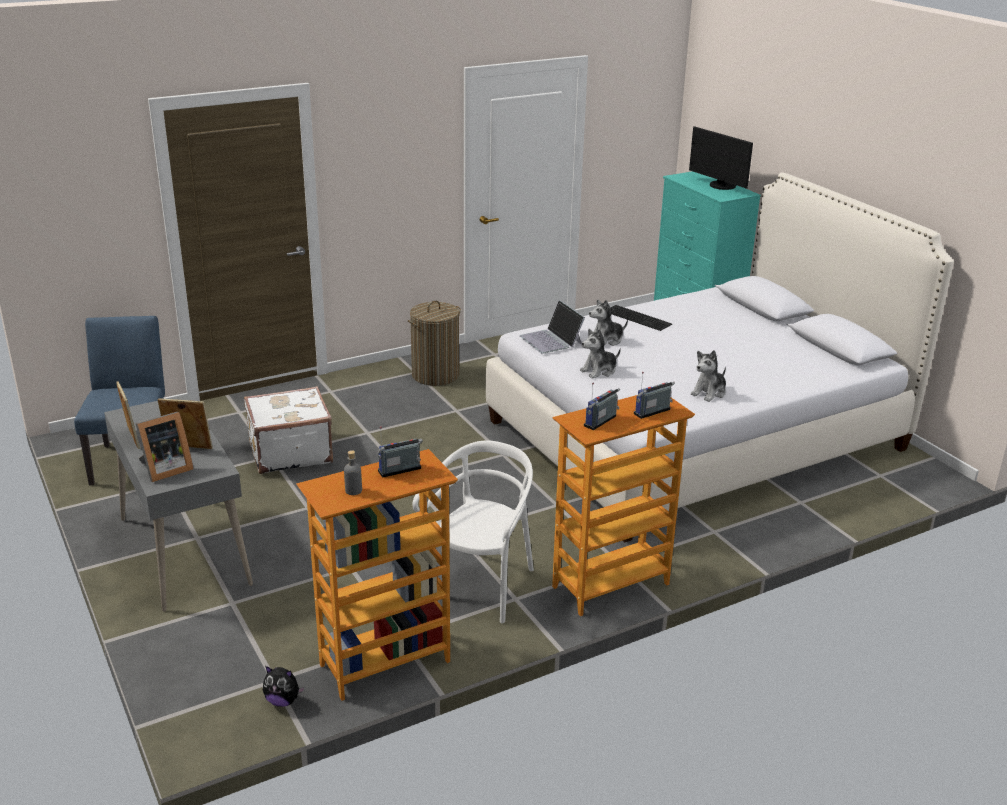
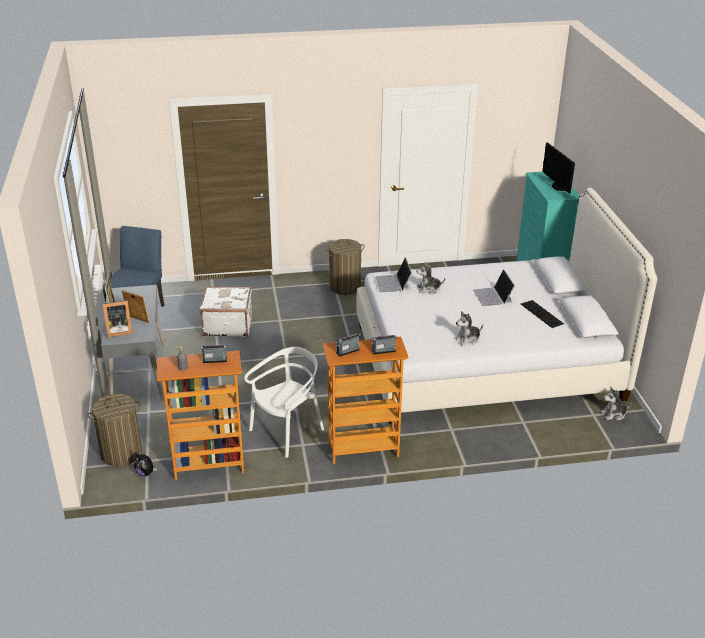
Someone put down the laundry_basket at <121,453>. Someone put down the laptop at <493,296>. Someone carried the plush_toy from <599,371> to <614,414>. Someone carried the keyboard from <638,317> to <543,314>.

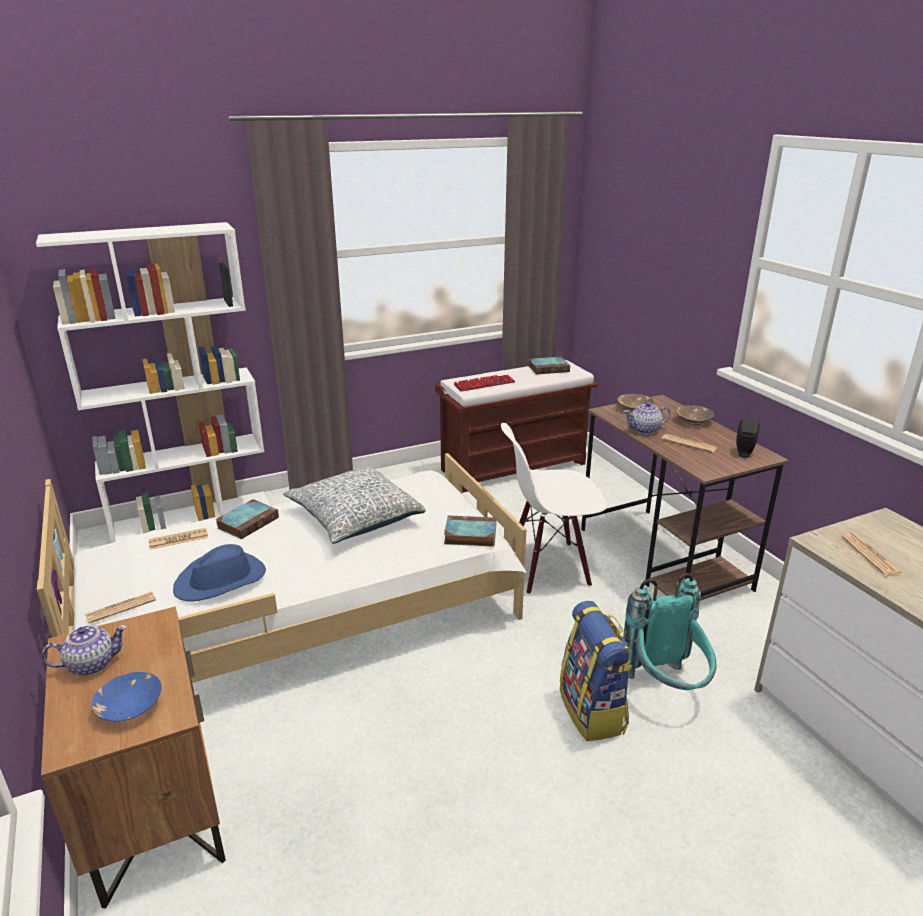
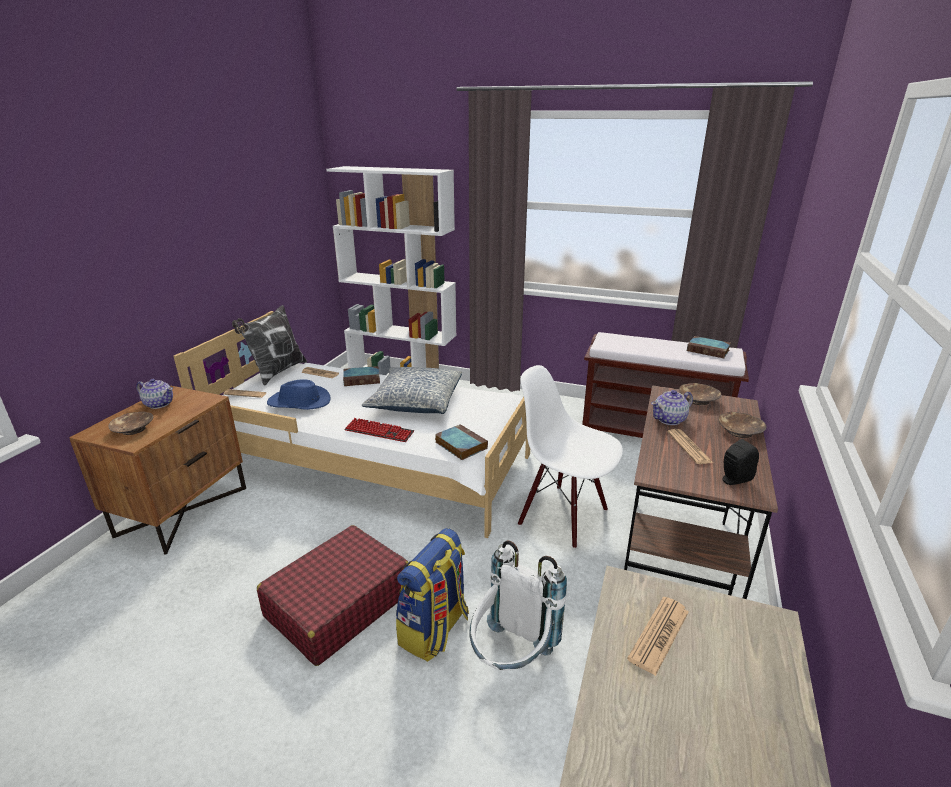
Someone put down the pillow at <277,372>. Someone put down the red_suitcase at <338,605>. Someone carried the keyboard from <484,384> to <379,431>. Someone repainted the blue_bowl at <129,706>, which became the brown_bowl at <134,429>. Someone repainted the turquoise_backpack at <666,688>, which became the white_backpack at <511,659>. Someone rotated the teapot at <645,430> by 60 degrees counterclockwise.

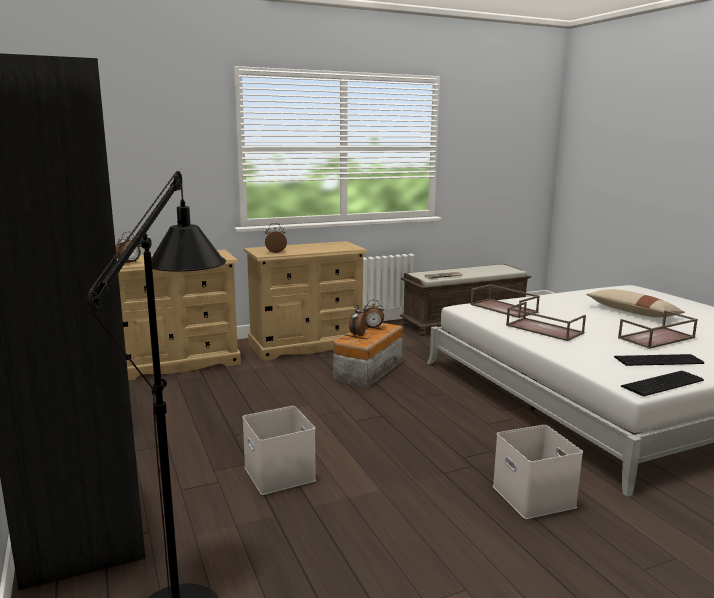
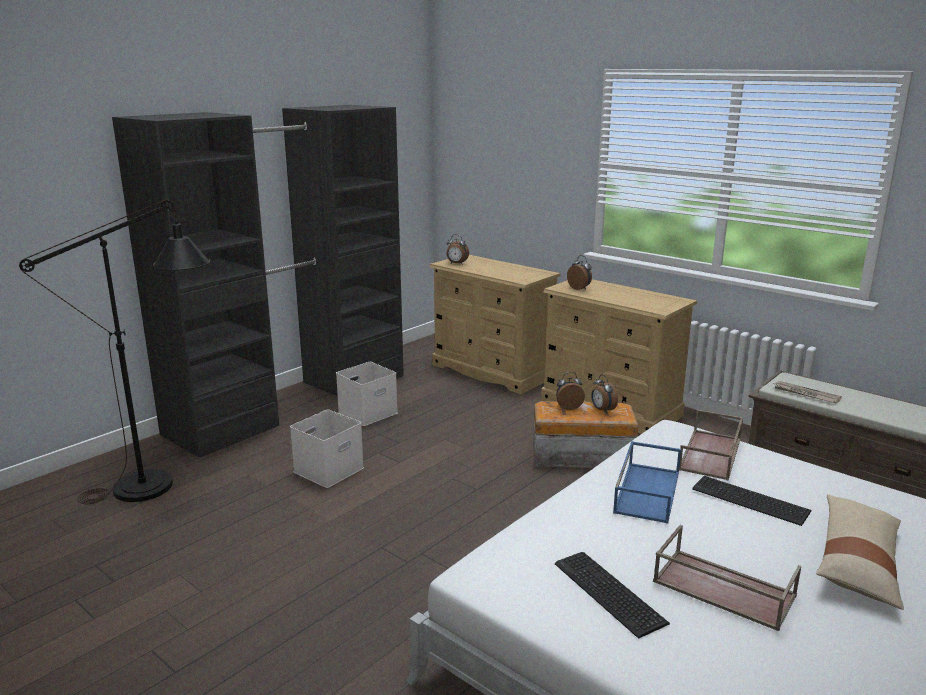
Someone carried the white_storage_box from <531,496> to <368,412>. Someone carried the keyboard from <665,384> to <750,501>. Someone repainted the brown_tray at <543,329>, which became the blue_tray at <646,491>.

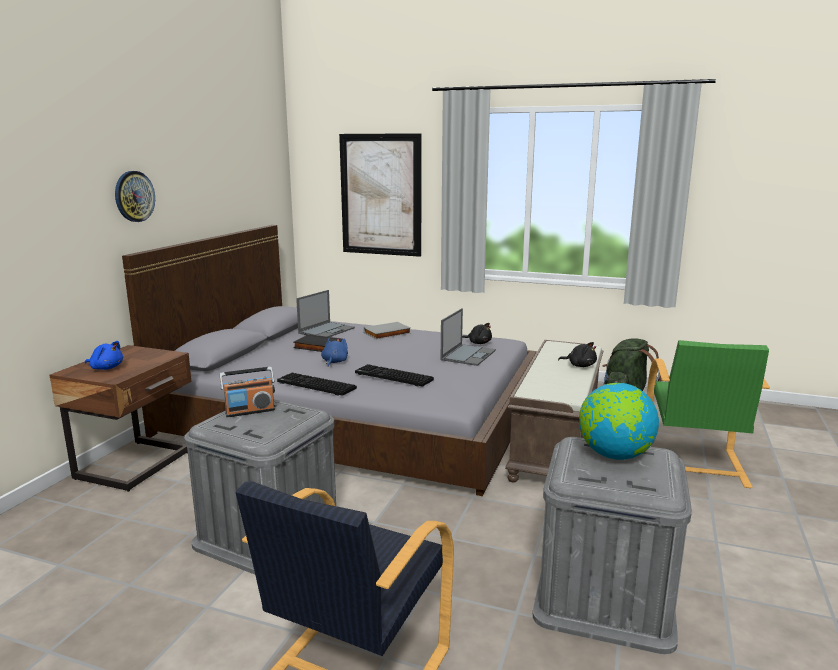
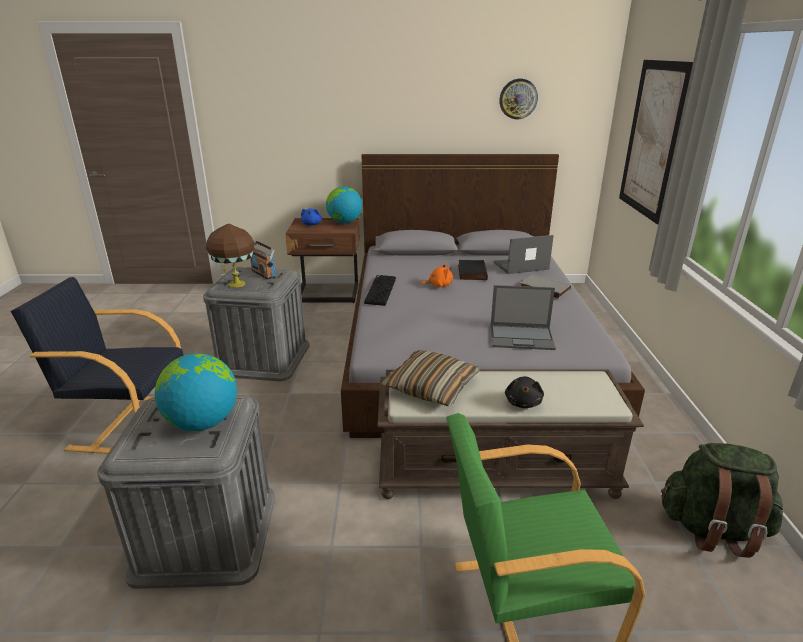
Someone took away the keyboard at <392,377>. Someone took away the black_plush_toy at <478,343>. Someone put down the brown_table_lamp at <236,284>. Someone put down the globe at <344,222>. Someone put down the pillow at <431,387>. Someone carried the wall_clock from <134,196> to <518,99>. Someone repainted the blue_plush_toy at <334,362>, which became the orange_plush_toy at <439,285>. Someone rotated the laptop at <327,330> by 150 degrees clockwise.

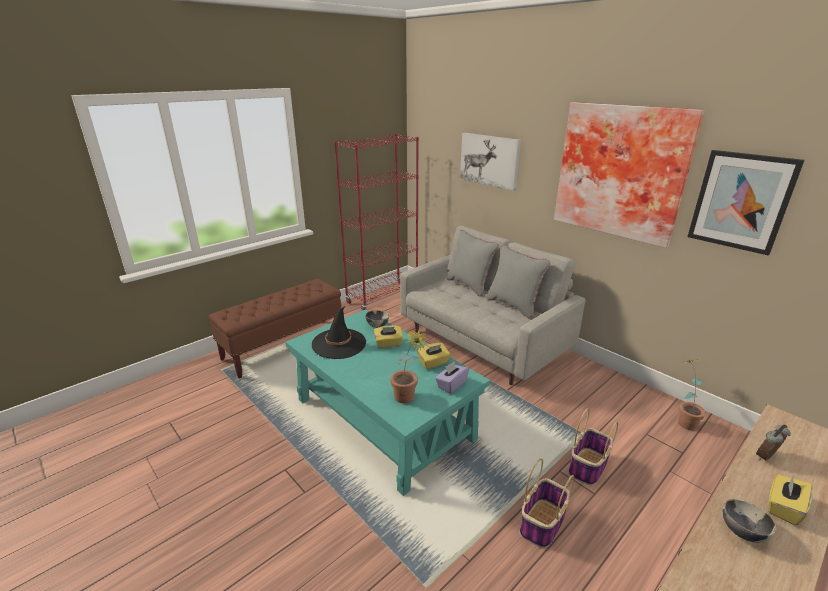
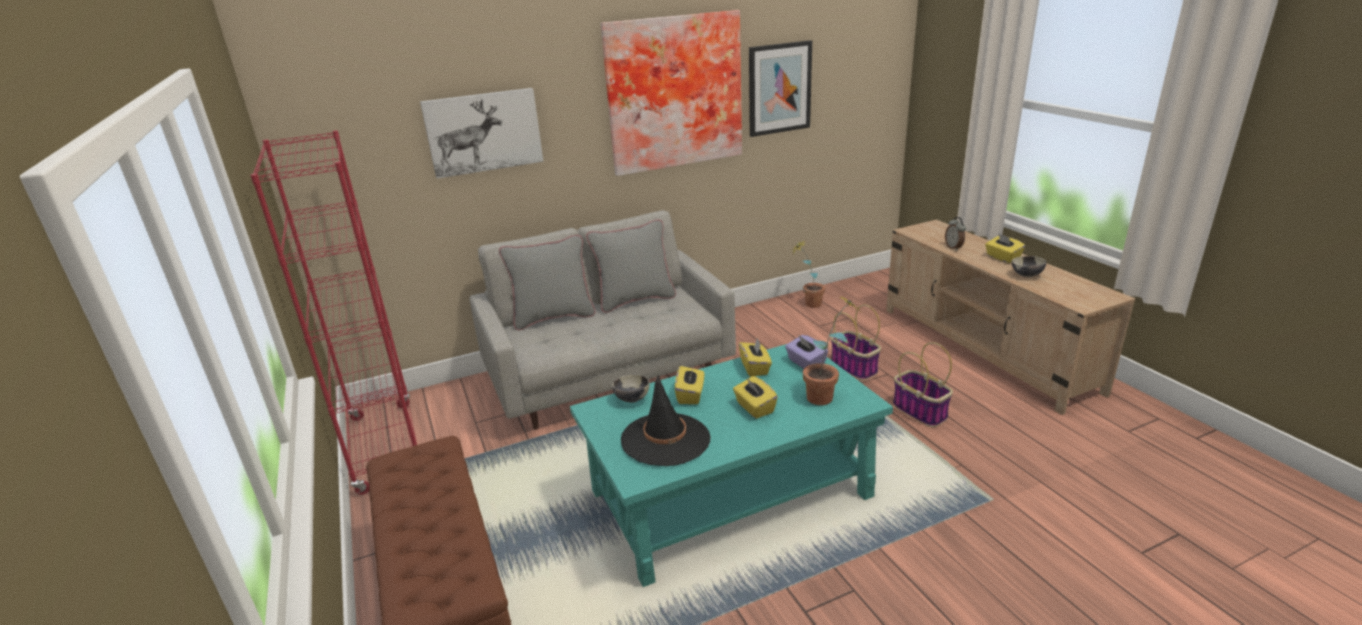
Someone put down the yellow_tissue_box at <754,408>.

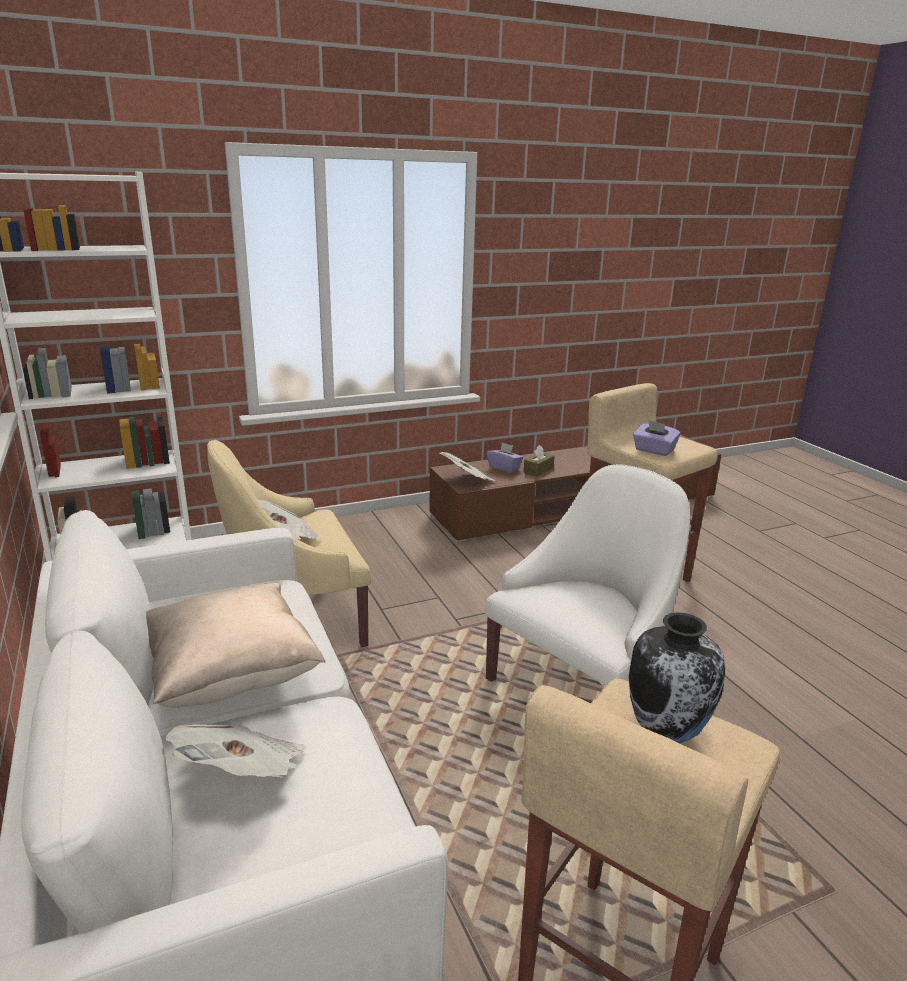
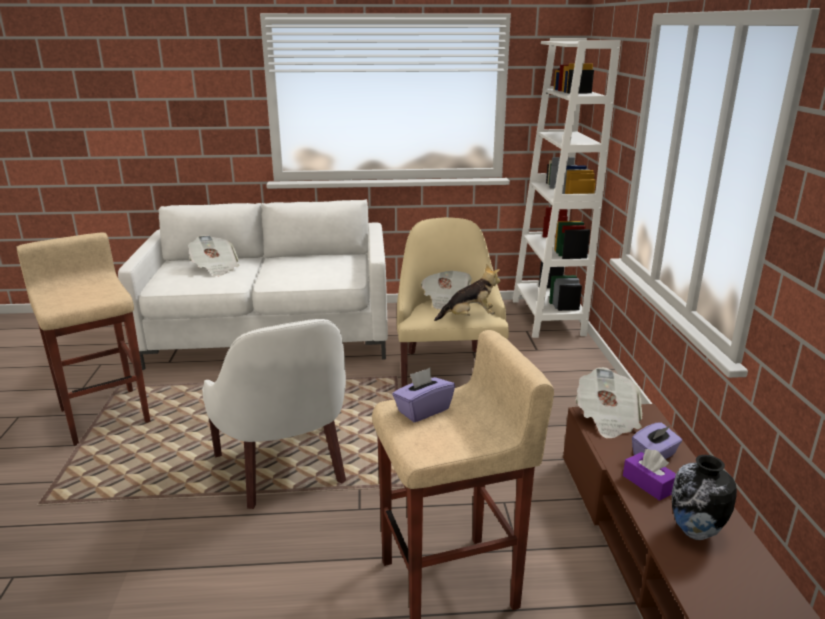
Someone took away the beige_pillow at <229,676>. Someone put down the plush_toy at <469,317>. Someone carried the vase from <666,733> to <695,532>. Someone repainted the brown_tissue_box at <538,470>, which became the purple_tissue_box at <648,484>.

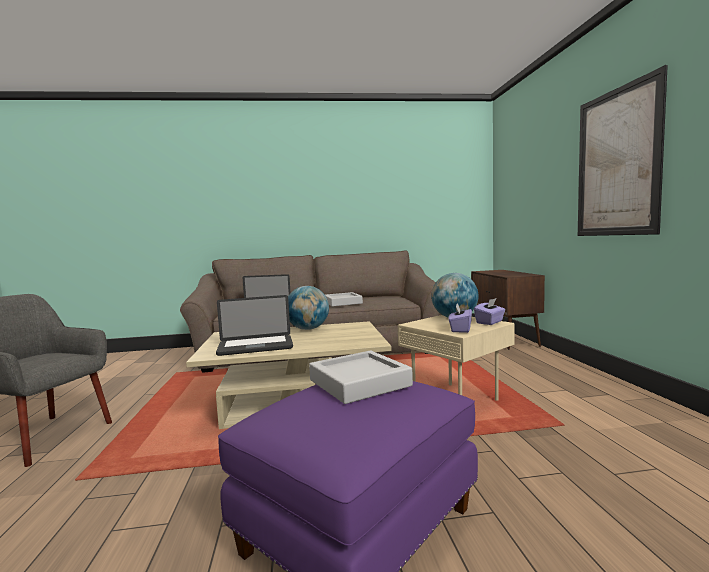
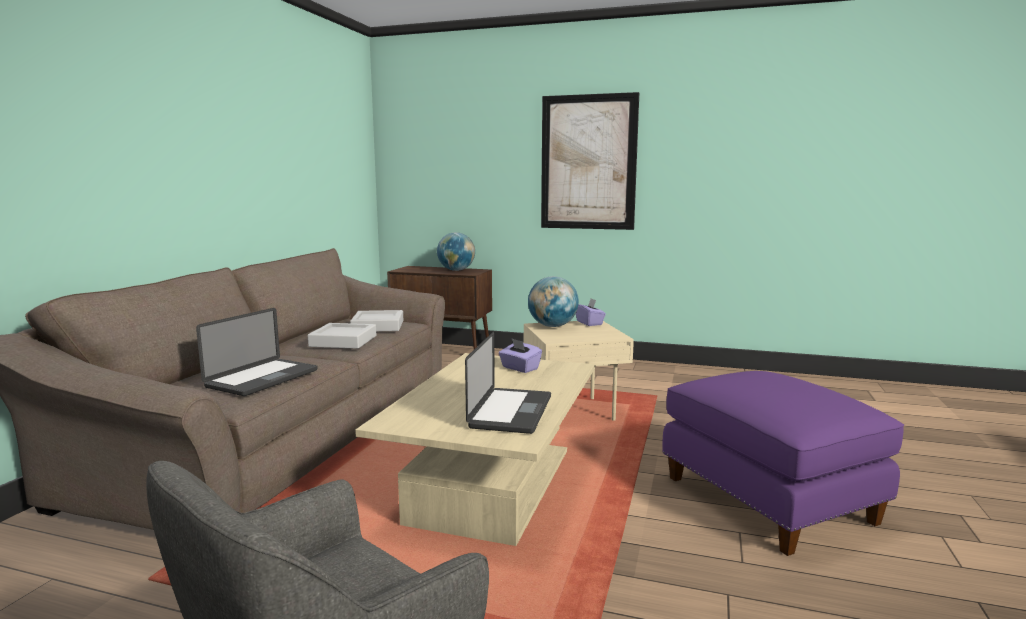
Someone carried the globe from <308,329> to <456,270>. Someone carried the grey_tray from <359,383> to <378,326>. Someone carried the purple_tissue_box from <460,329> to <519,368>.

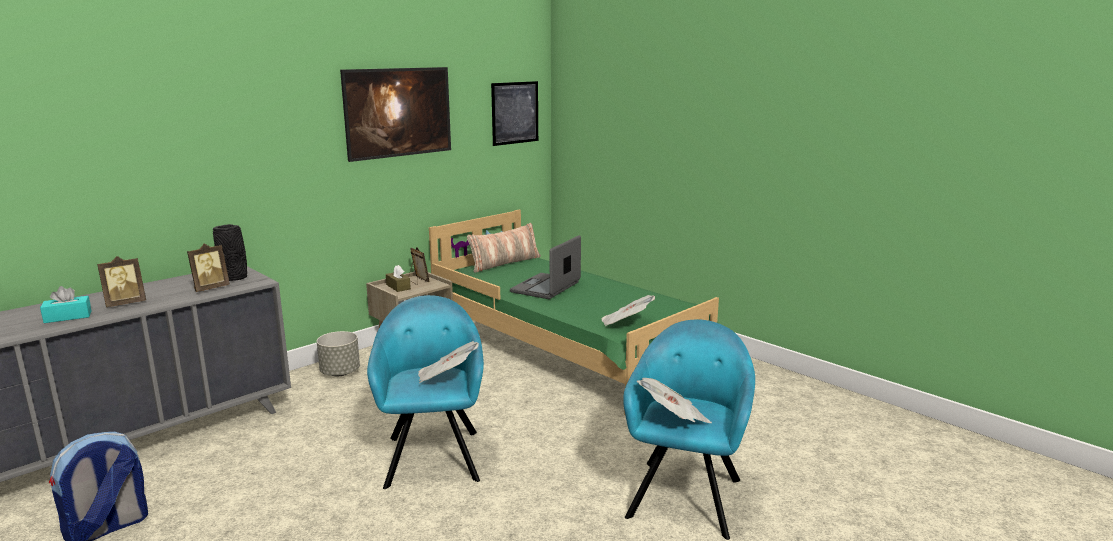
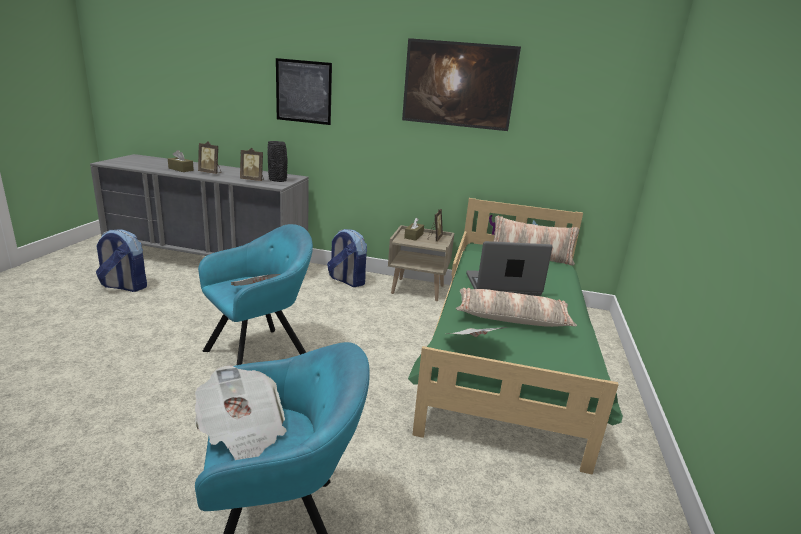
Someone put down the pillow at <512,318>. Someone carried the picture from <515,113> to <303,91>. Someone swapped the grey_planter at <340,373> for the backpack at <346,280>. Someone repainted the turquoise_tissue_box at <68,317>, which became the brown_tissue_box at <181,169>.

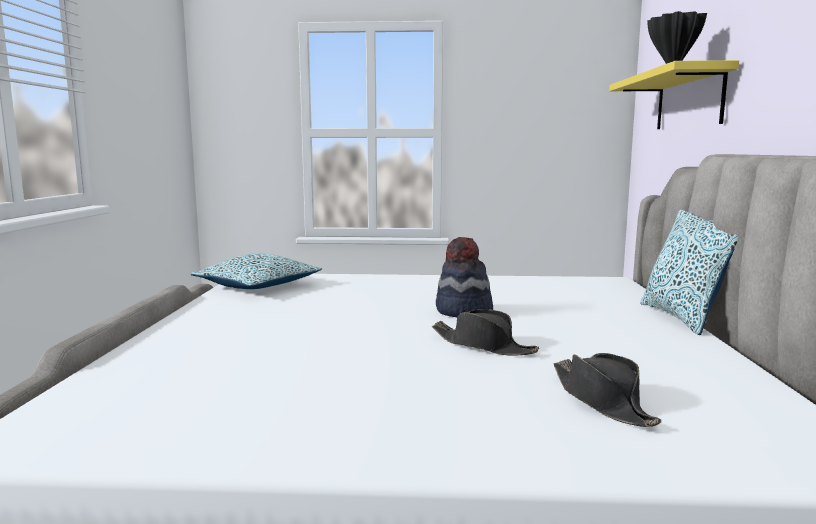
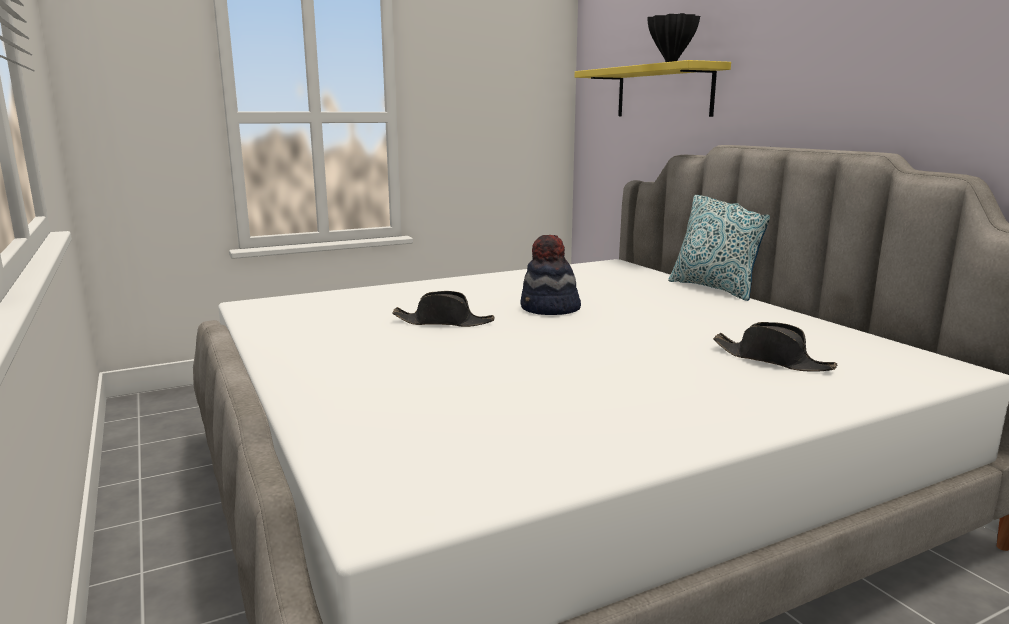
Someone took away the pillow at <259,286>. Someone carried the black_hat from <483,345> to <444,322>.

